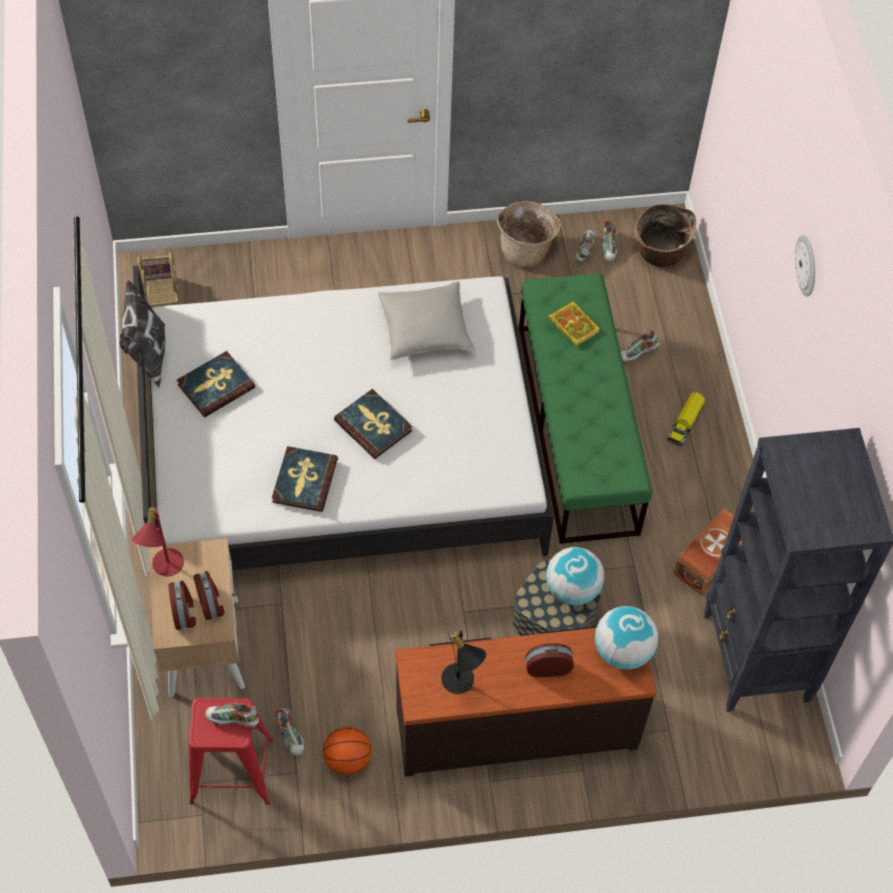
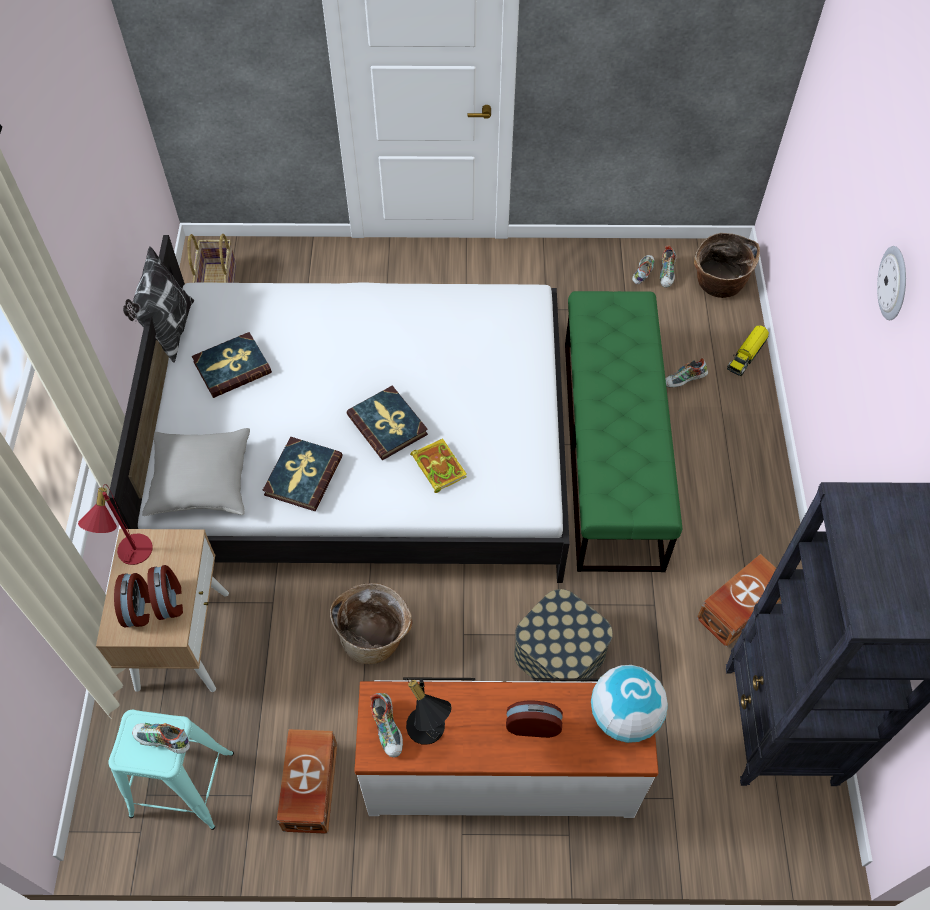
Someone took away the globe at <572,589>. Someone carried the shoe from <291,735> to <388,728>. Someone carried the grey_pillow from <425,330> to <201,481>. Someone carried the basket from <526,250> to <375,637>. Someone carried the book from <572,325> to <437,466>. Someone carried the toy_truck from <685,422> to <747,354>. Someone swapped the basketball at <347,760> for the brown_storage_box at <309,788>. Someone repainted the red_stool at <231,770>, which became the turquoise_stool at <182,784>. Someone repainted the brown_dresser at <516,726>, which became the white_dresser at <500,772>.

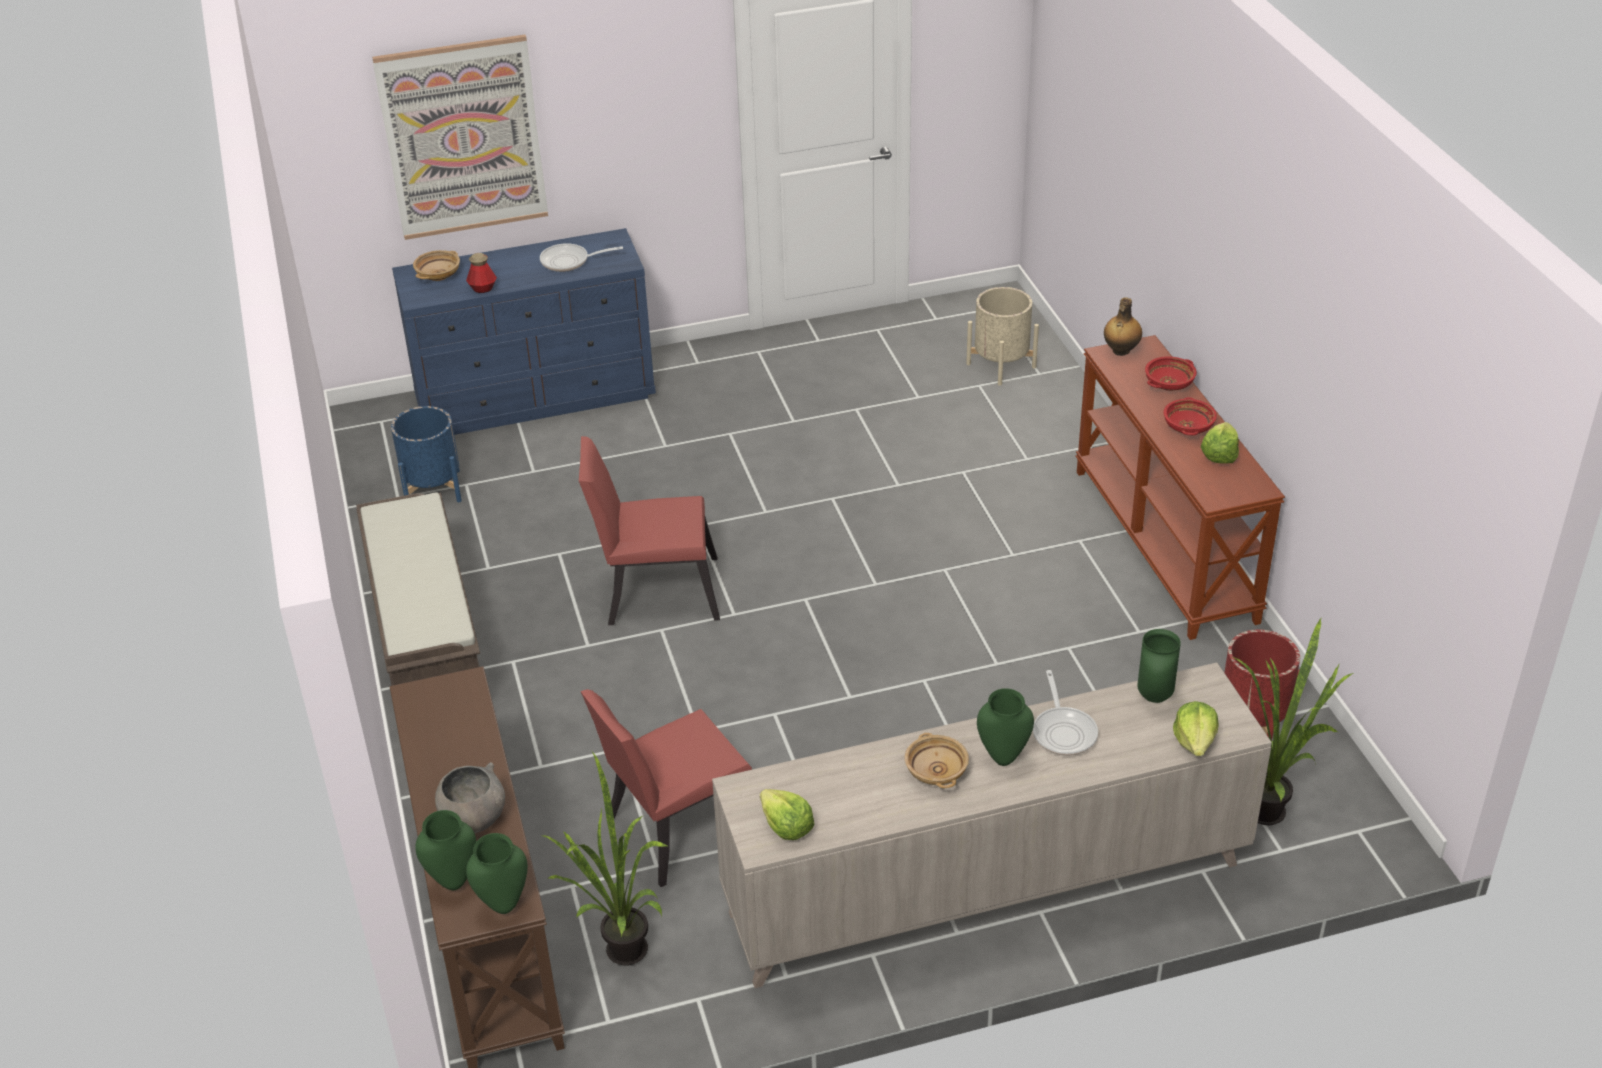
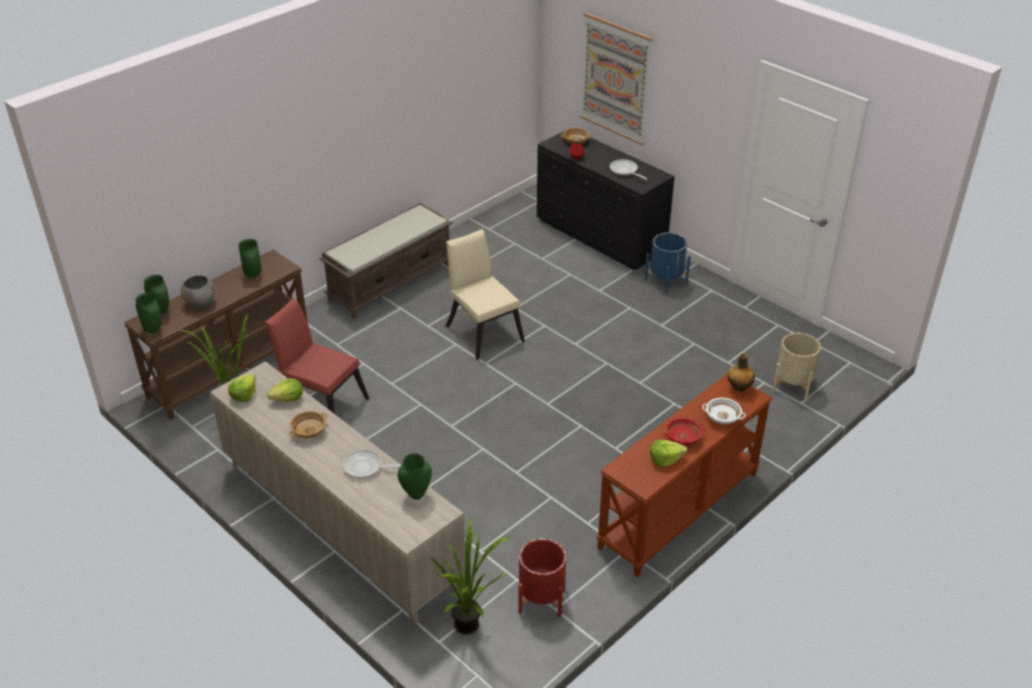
Someone carried the blue_planter from <433,489> to <666,280>. Someone carried the green_vase from <1003,757> to <253,275>. Someone carried the lettuce from <1195,741> to <288,398>. Someone repainted the blue_dresser at <537,397>, which became the black_dresser at <601,236>. Someone repainted the red_chair at <654,590>, which became the beige_chair at <483,330>. Someone repainted the red_bowl at <1169,384>, which became the white_bowl at <722,417>. Someone rotated the frying_pan at <1063,731> by 45 degrees clockwise.

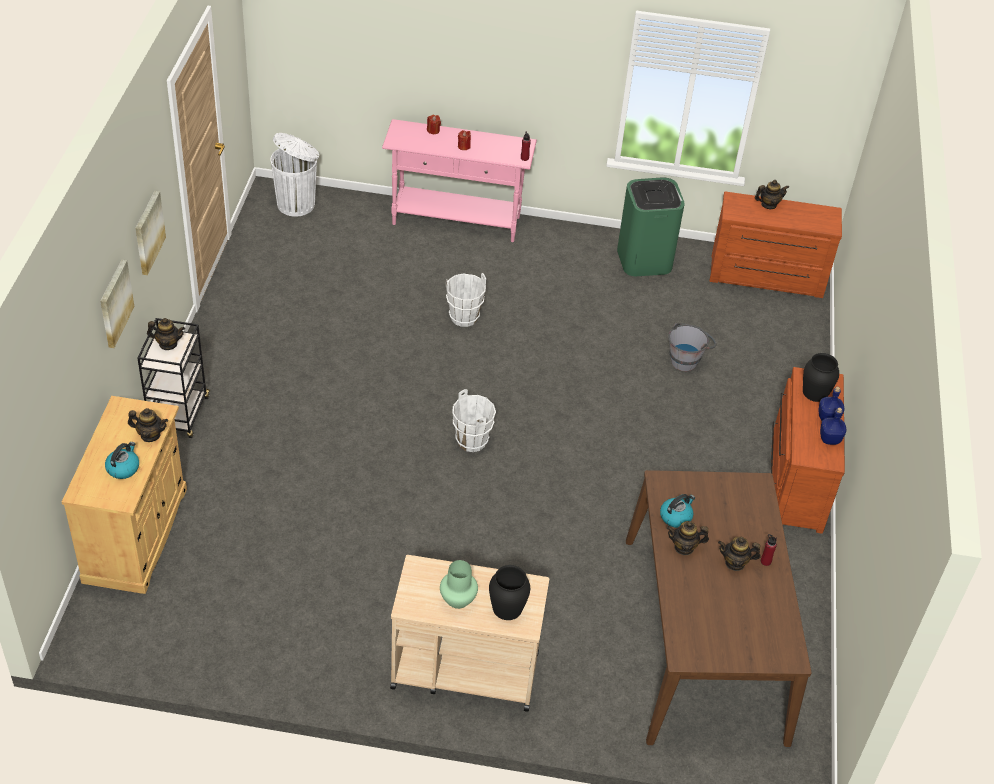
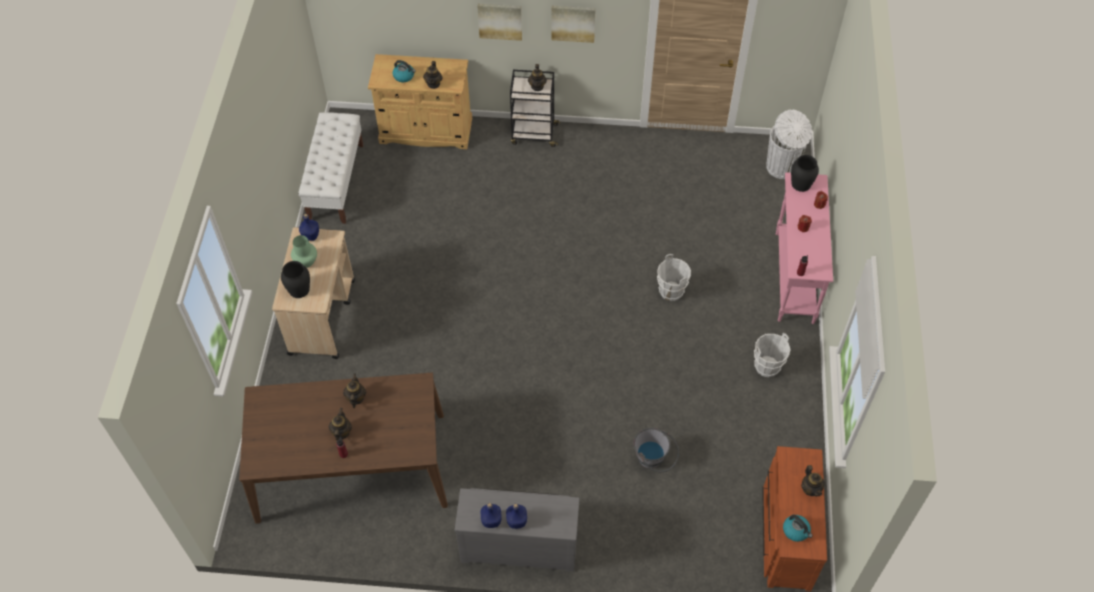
Someone took away the green_trash_can at <644,259>. Someone put down the white_bench at <336,182>. Someone put down the blue_bottle at <311,236>. Someone carried the white_bucket from <472,441> to <767,367>. Someone carried the kettle from <676,517> to <796,531>. Someone carried the black_vase from <815,392> to <801,183>. Someone repainted the brown_dresser at <795,479>, which became the grey_dresser at <519,544>.

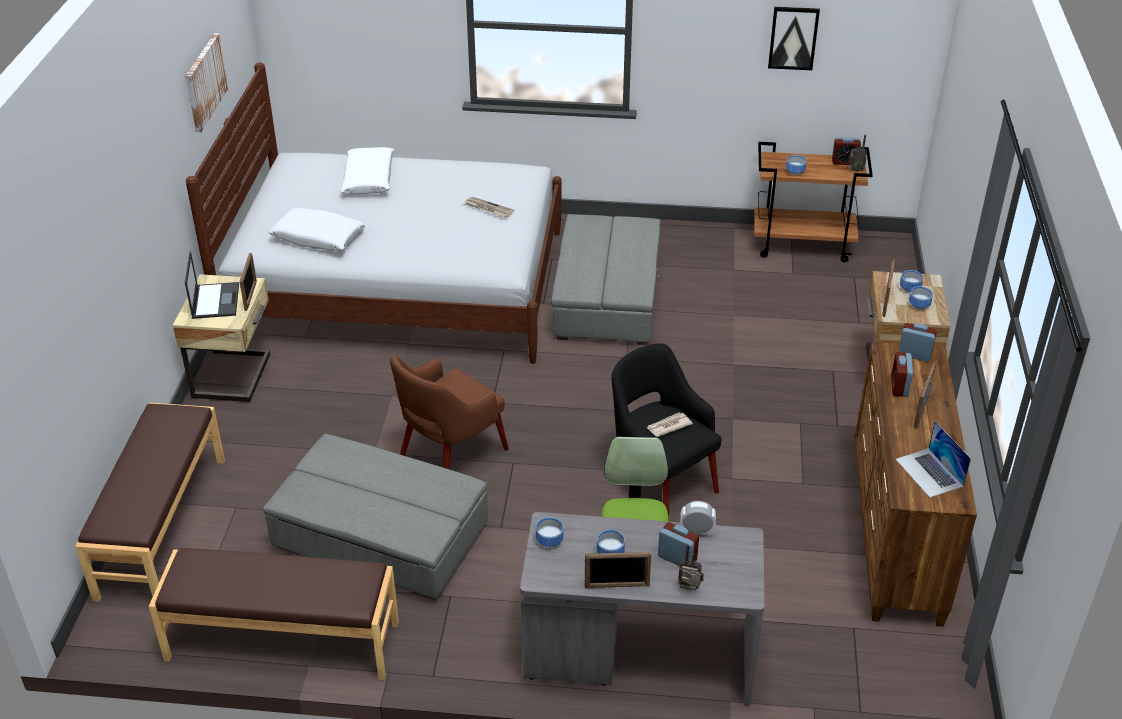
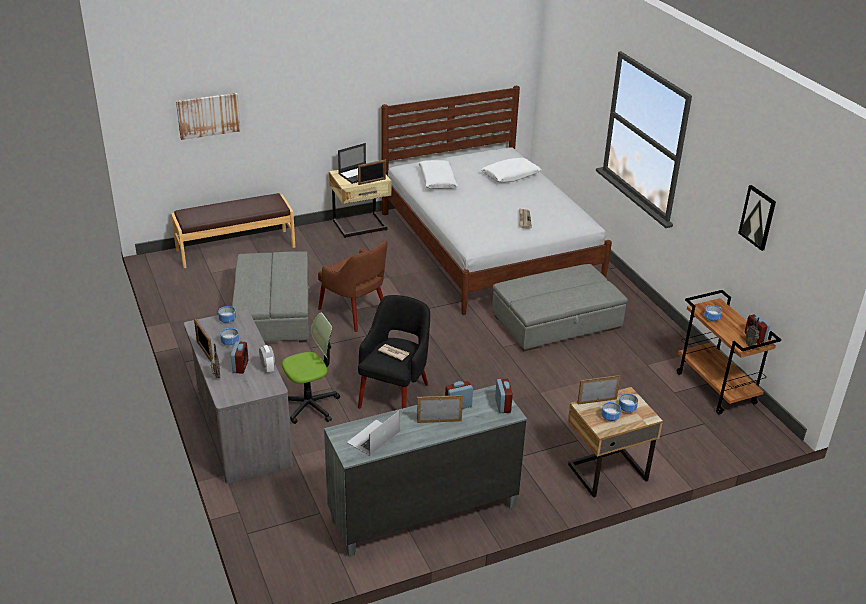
Someone took away the brown_bench at <282,642>. Someone carried the picture from <205,82> to <208,115>. Someone repainted the brown_dresser at <895,536>, which became the grey_dresser at <423,512>. Someone rotated the brown_armchair at <450,456> by 150 degrees counterclockwise.

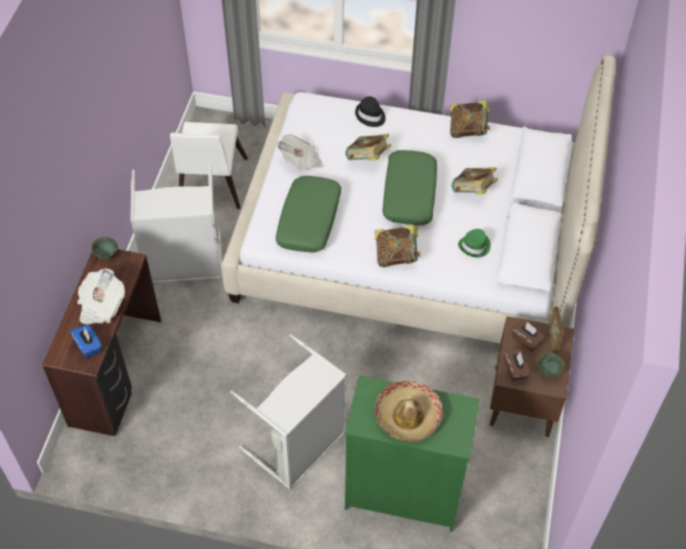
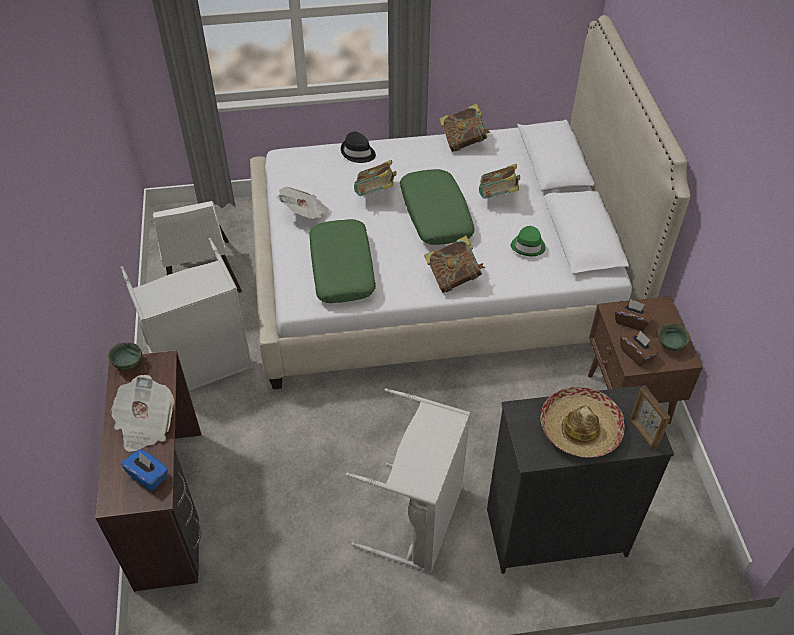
Someone carried the picture_frame from <552,340> to <642,434>. Someone repainted the green_dresser at <404,492>, which became the black_dresser at <555,531>.

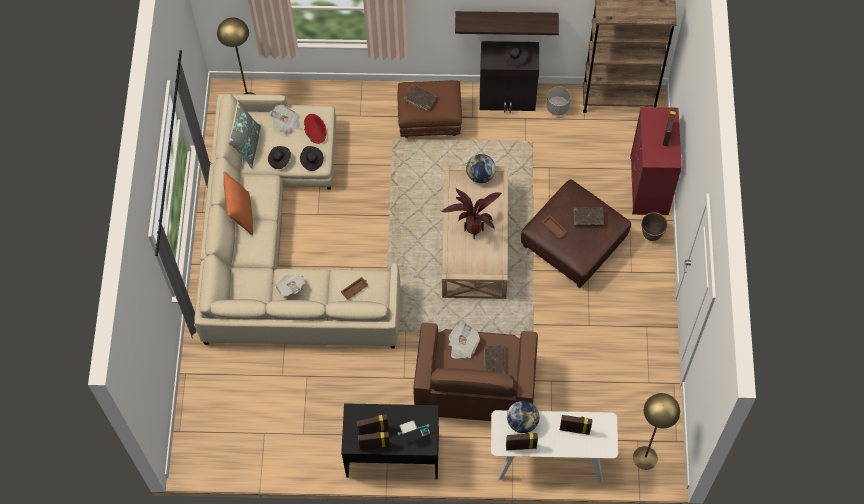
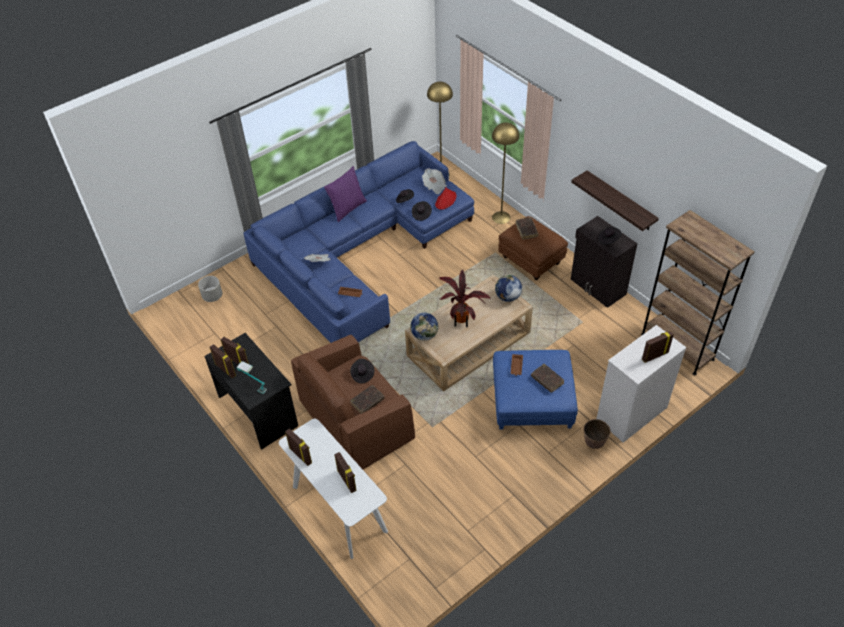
Someone took away the grey_pillow at <247,146>. Someone carried the globe from <522,422> to <425,335>. Someone carried the grey_planter from <557,107> to <212,296>. Someone carried the yellow_floor_lamp from <645,458> to <501,217>. Someone swapped the newspaper at <462,345> for the black_hat at <362,374>. Someone repainted the beige_sofa at <281,243>, which became the blue_sofa at <360,252>. Someone repainted the orange_pillow at <241,214>, which became the purple_pillow at <347,208>. Someone repainted the brown_ottoman at <573,242>, which became the blue_ottoman at <531,400>. Someone repainted the red_dresser at <649,186>, which became the white_dresser at <631,414>.

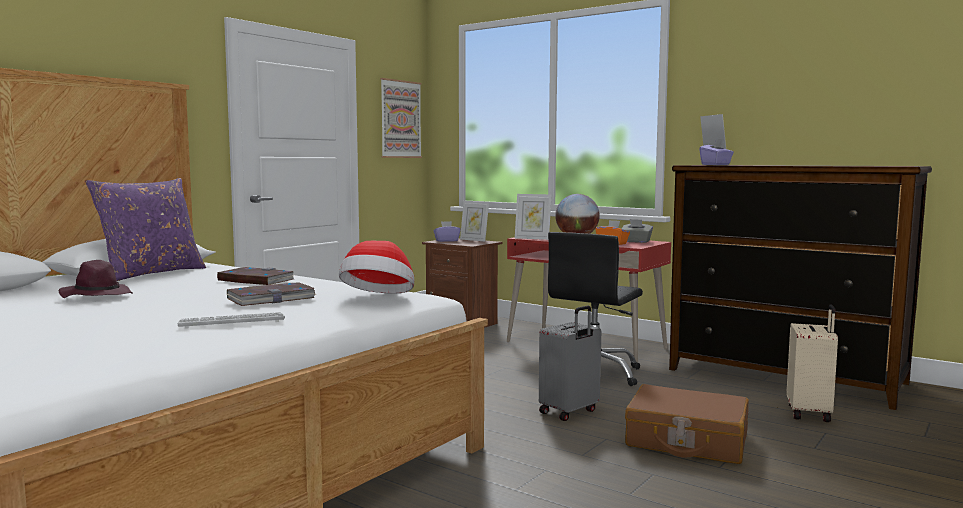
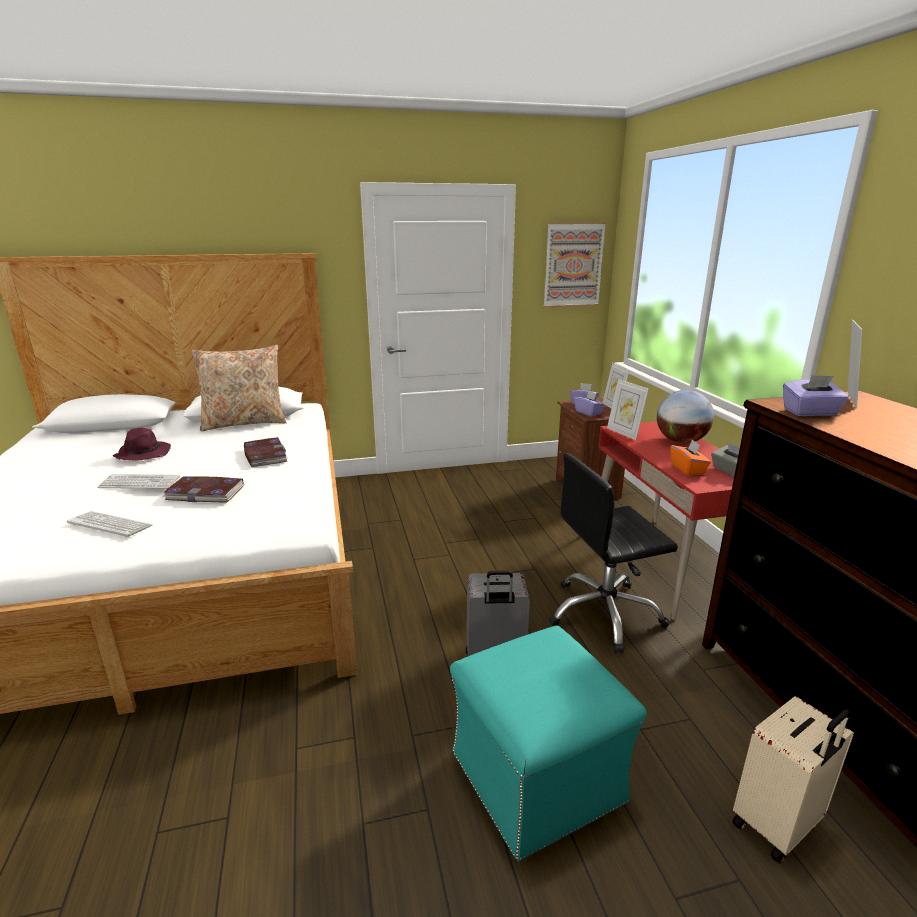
Someone took away the hat at <379,298>. Someone put down the keyboard at <139,483>. Someone put down the purple_tissue_box at <588,413>. Someone swapped the brown_suitcase at <686,441> for the turquoise_ottoman at <538,778>. Someone repainted the purple_pillow at <151,273>, which became the beige_pillow at <245,423>.

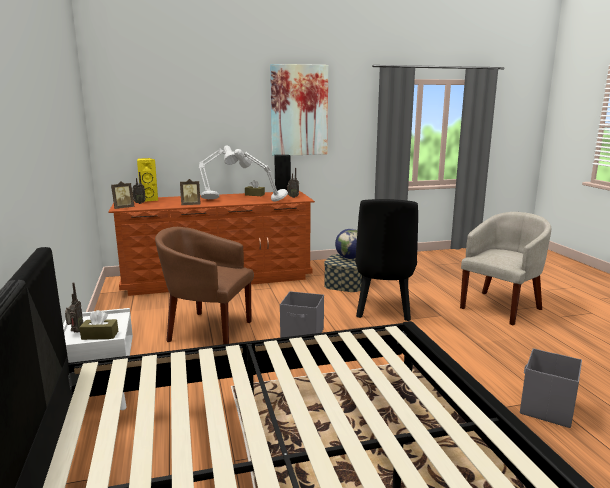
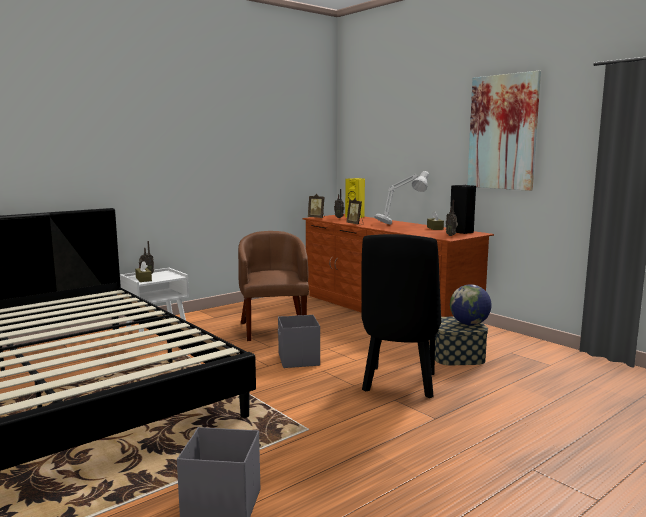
Someone took away the grey_table_lamp at <262,200>. Someone took away the beige_armchair at <501,307>. Someone rotated the black_chair at <383,312> by 60 degrees counterclockwise.

